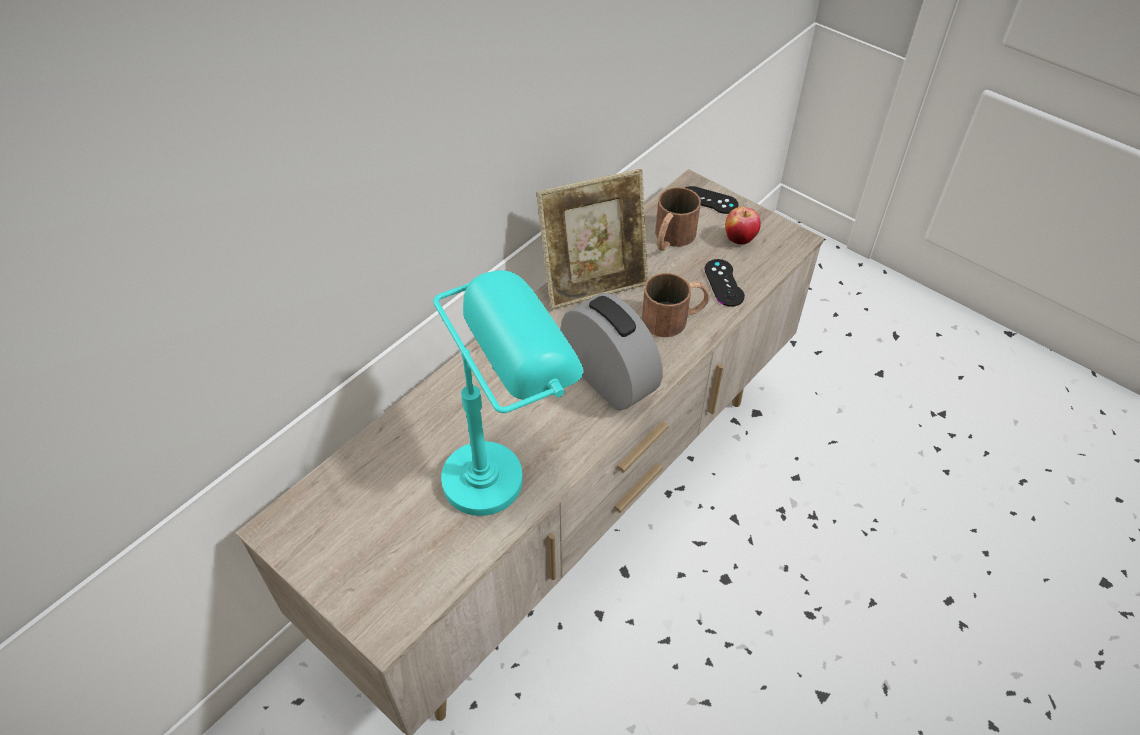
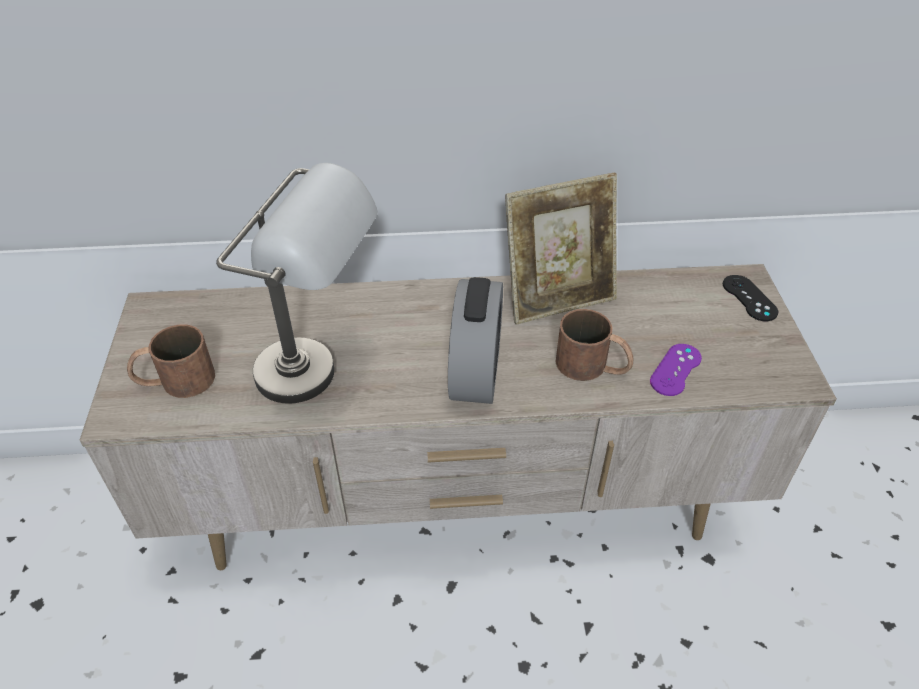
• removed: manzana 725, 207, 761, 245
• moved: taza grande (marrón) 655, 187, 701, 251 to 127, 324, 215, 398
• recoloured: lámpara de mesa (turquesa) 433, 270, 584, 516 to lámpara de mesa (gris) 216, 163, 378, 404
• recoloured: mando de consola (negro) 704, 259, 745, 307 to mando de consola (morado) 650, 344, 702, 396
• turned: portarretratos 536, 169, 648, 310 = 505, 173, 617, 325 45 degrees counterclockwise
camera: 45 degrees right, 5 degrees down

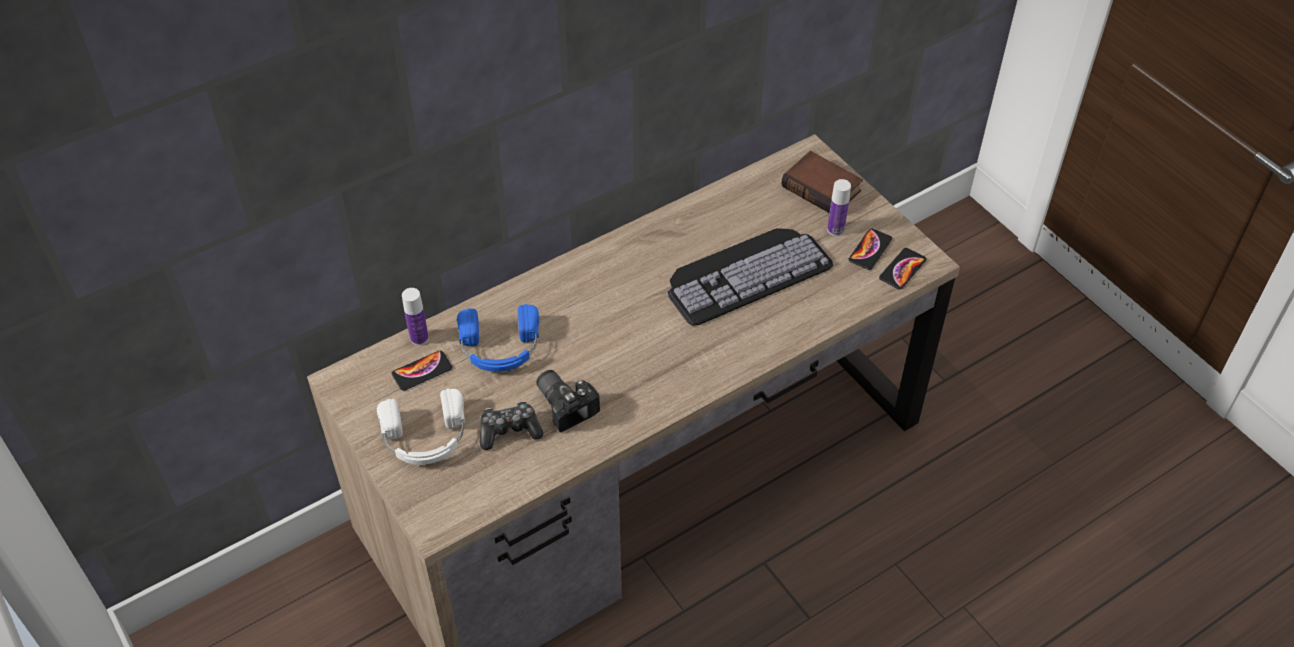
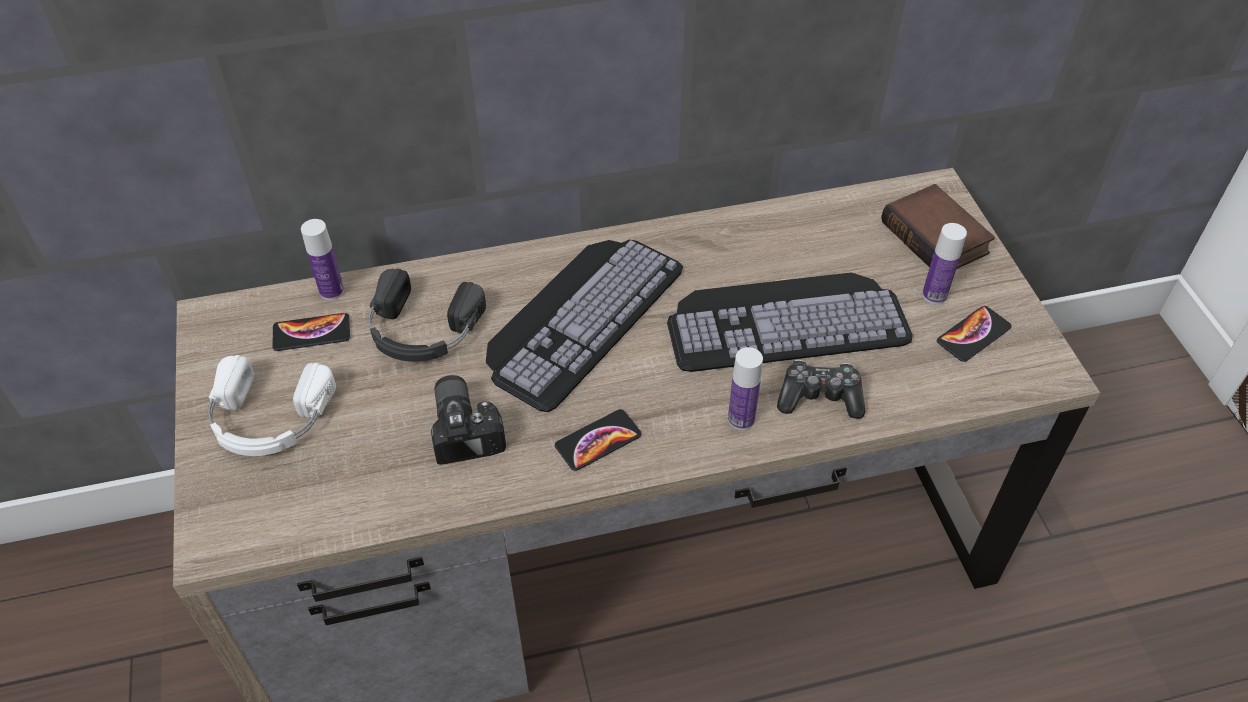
• added: teclado 486, 240, 683, 412
• added: botella 728, 347, 763, 430
• moved: mando de consola 480, 401, 543, 450 to 777, 360, 866, 419
• moved: móvil 879, 248, 926, 289 to 555, 409, 642, 471
• recoloured: auriculares (azul) 457, 304, 539, 372 to auriculares (negro) 368, 268, 486, 362
camera: 20 degrees right, 0 degrees up

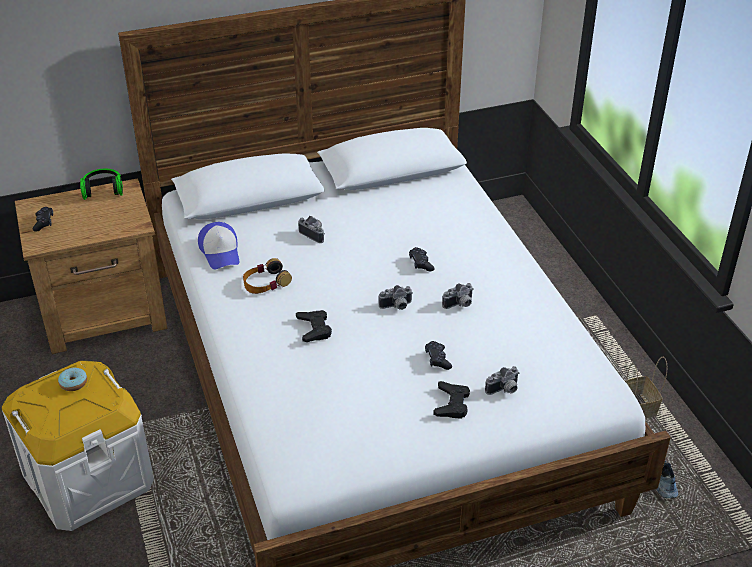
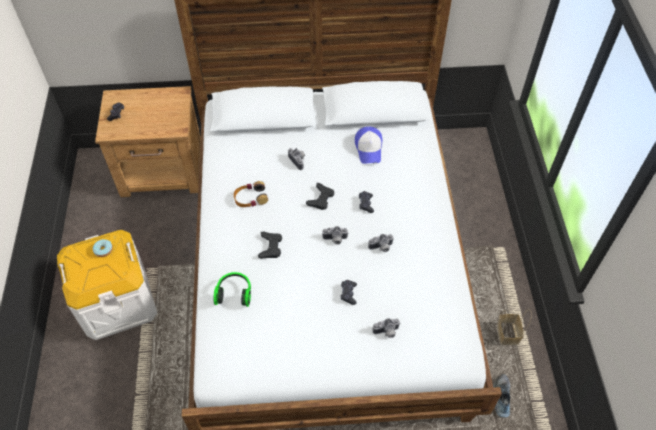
• moved: auriculares 80, 169, 123, 200 to 213, 272, 251, 307
• moved: gorra 198, 222, 239, 269 to 355, 126, 382, 164
• moved: mando de consola (negro) 433, 381, 470, 419 to 306, 183, 334, 210
camera: 15 degrees right, 15 degrees up

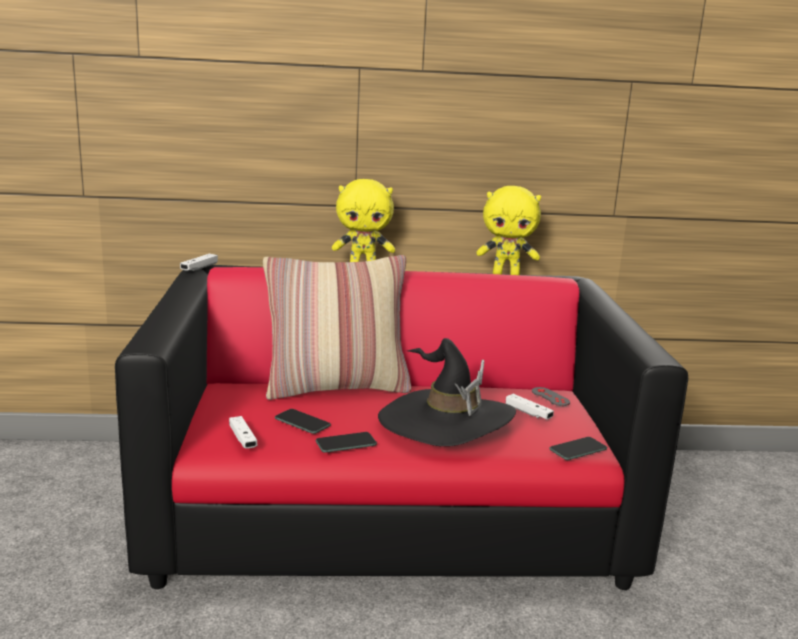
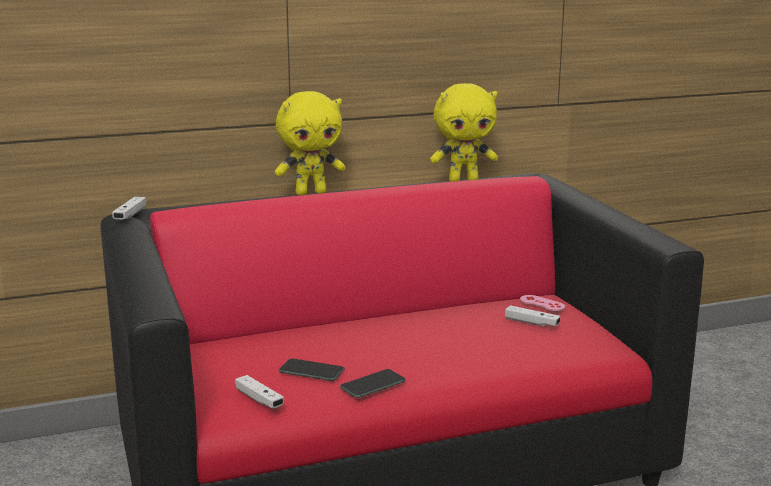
• removed: cojín 263, 255, 412, 400
• removed: sombrero (negro) 378, 338, 516, 446
• removed: móvil 549, 437, 607, 460
• recoloured: mando de consola (gris) 532, 387, 570, 406 to mando de consola (rosa) 520, 295, 565, 311
camera: 15 degrees left, 0 degrees up

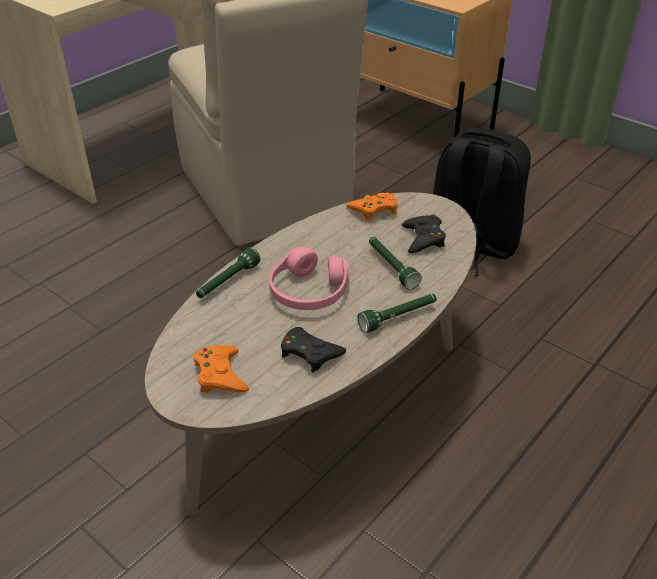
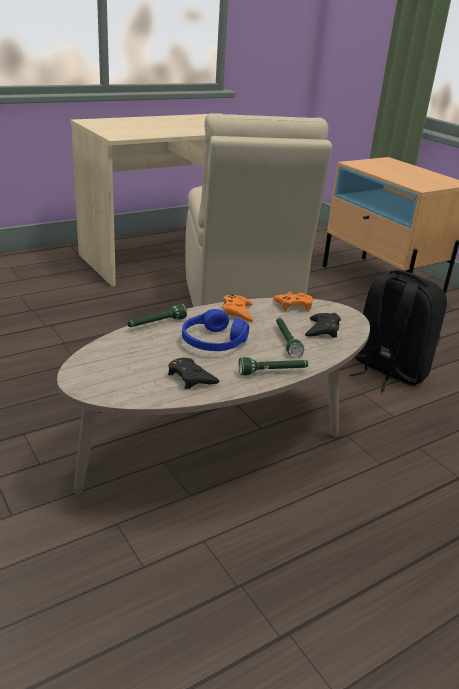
• moved: mando de consola (naranja) 193, 345, 249, 393 to 223, 294, 253, 321
• recoloured: auriculares (rosa) 269, 247, 349, 310 to auriculares (azul) 182, 309, 249, 351
camera: 15 degrees right, 10 degrees down

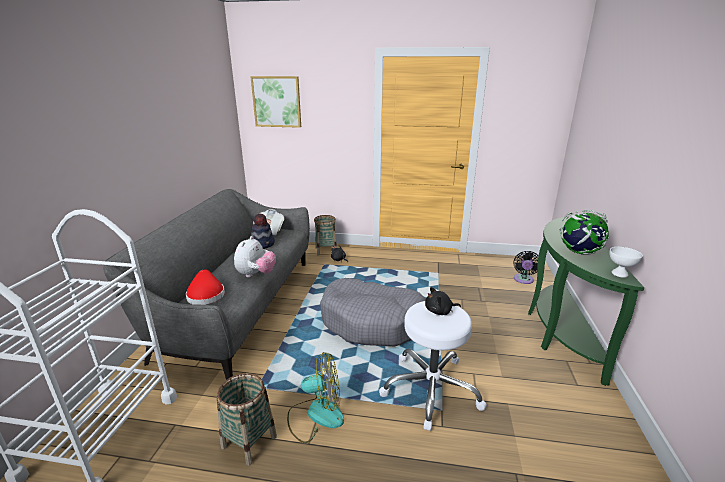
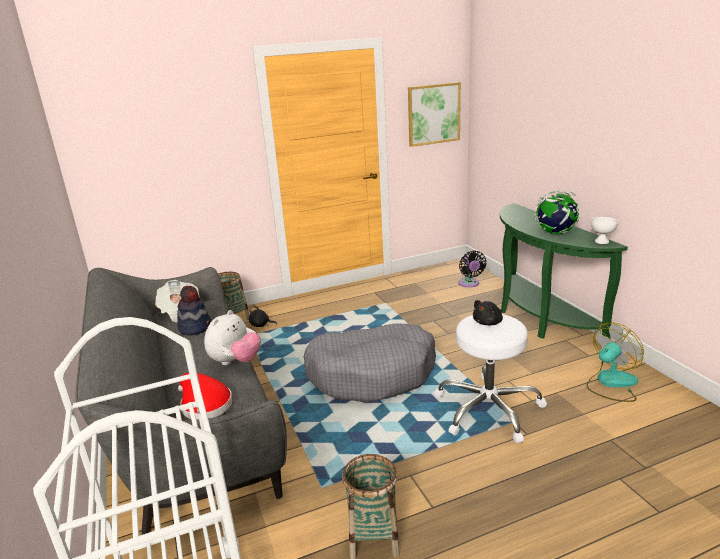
• moved: cuadro 250, 76, 301, 128 to 408, 82, 461, 147
• moved: ventilador 287, 352, 344, 443 to 587, 323, 644, 402
• turned: peluche 234, 236, 276, 277 = 204, 310, 261, 365 45 degrees clockwise
camera: 30 degrees left, 0 degrees up

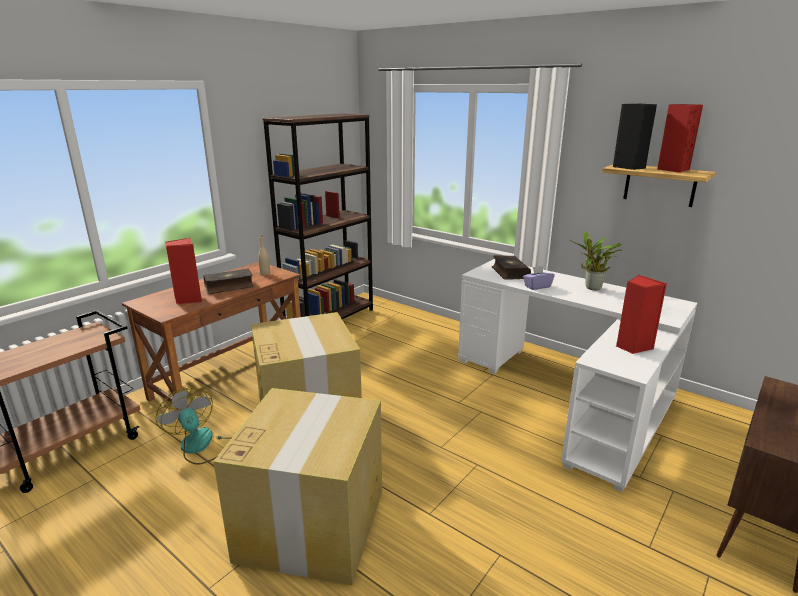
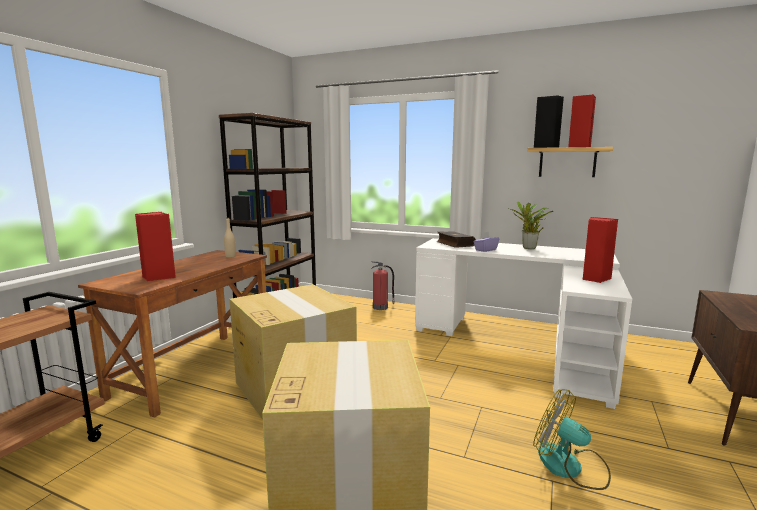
• removed: libro 203, 268, 254, 294
• added: extintor 371, 261, 395, 310
• moved: ventilador 156, 388, 232, 465 to 533, 389, 611, 490
camera: 15 degrees left, 10 degrees down

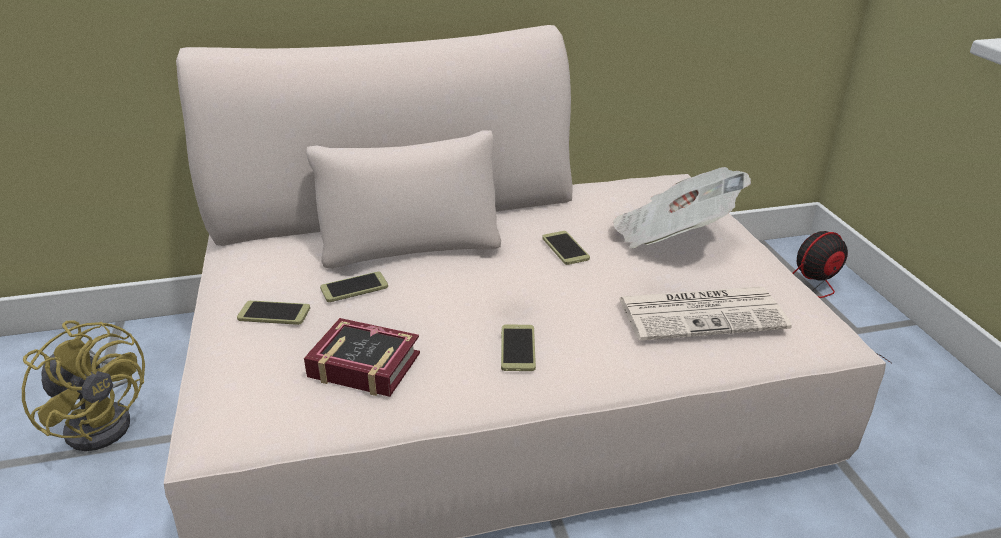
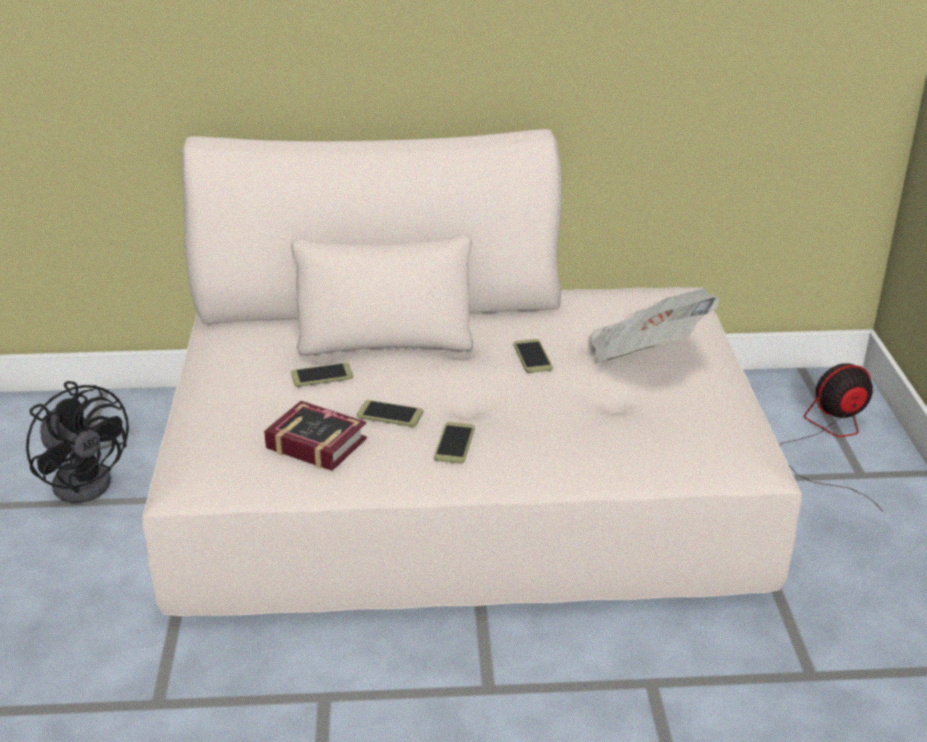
• removed: periódico 619, 286, 792, 341
• moved: móvil 237, 300, 310, 325 to 357, 400, 423, 427
• recoloured: ventilador (amarillo) 22, 320, 145, 451 to ventilador (negro) 26, 381, 129, 503
camera: 10 degrees right, 0 degrees up

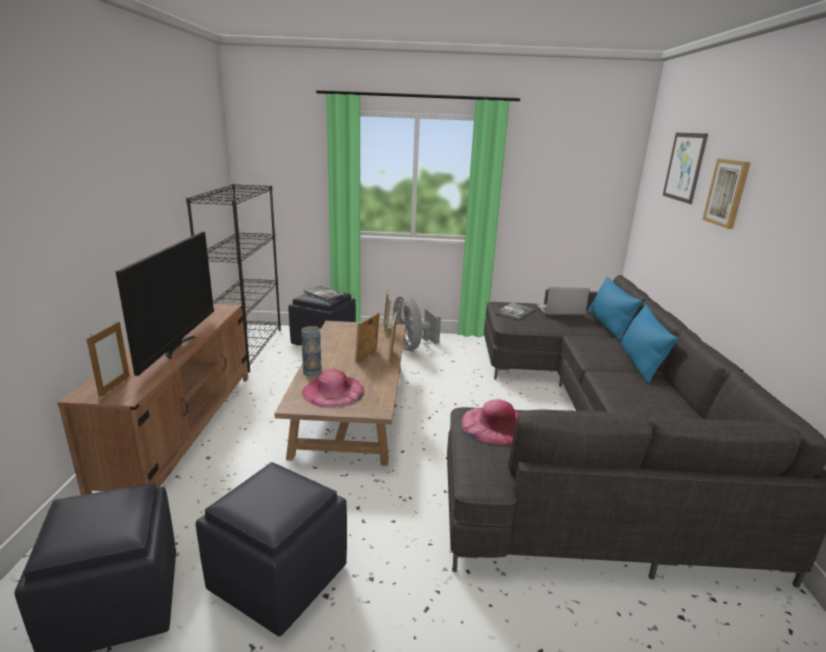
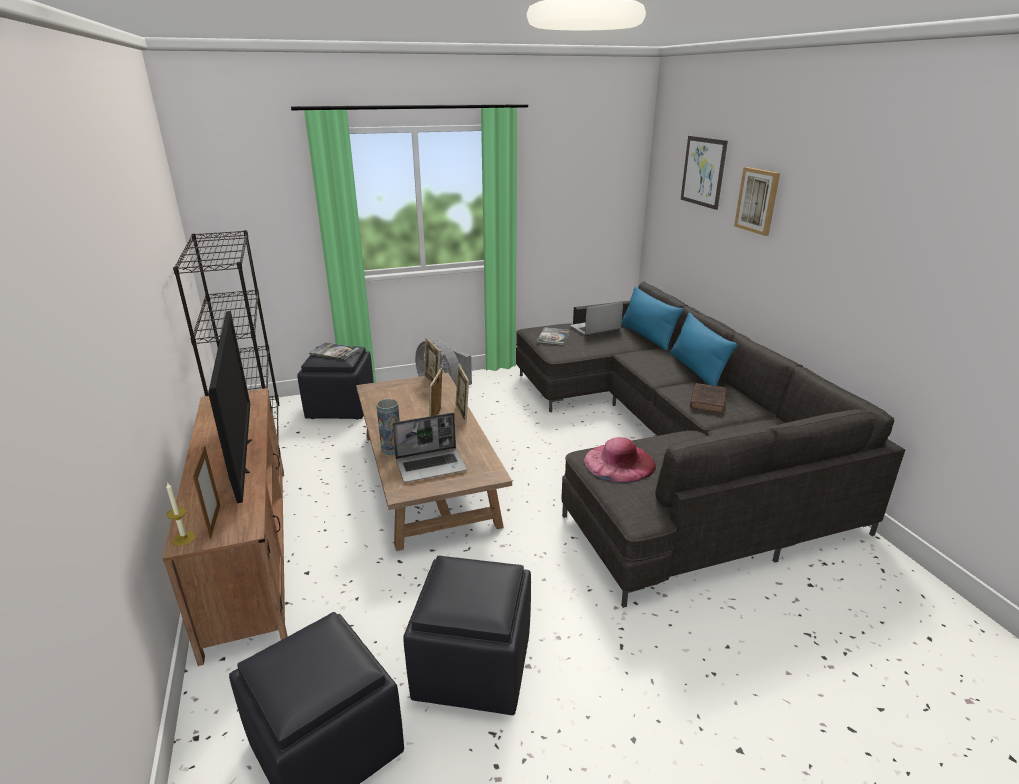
• added: vela 166, 482, 196, 546
• added: libro (marrón) 690, 383, 726, 413
• replaced: sombrero (rosa) 302, 369, 365, 408 to portátil 392, 413, 467, 482
camera: 20 degrees left, 5 degrees up

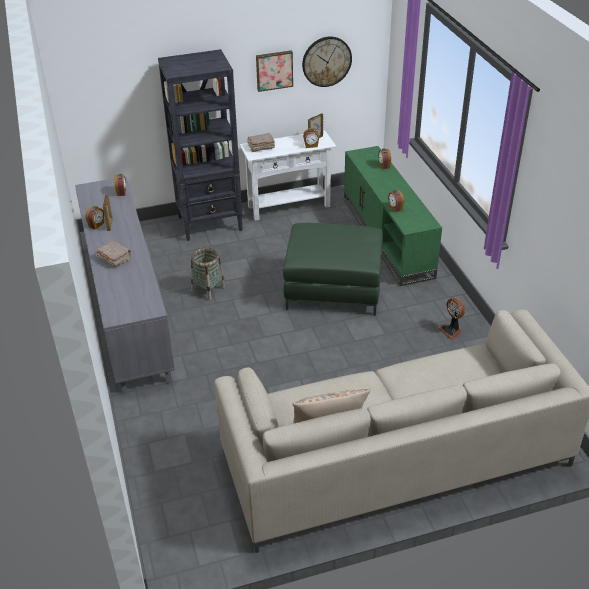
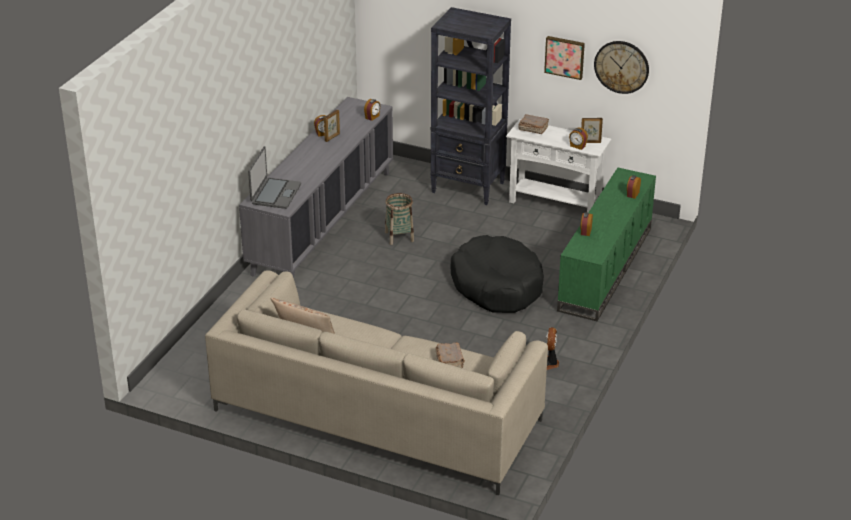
• added: portátil 248, 146, 301, 209
• moved: libro (marrón) 96, 241, 131, 267 to 435, 342, 465, 368
• replaced: puf (verde) 283, 223, 383, 316 to cama para perro (negro) 451, 235, 544, 313
camera: 40 degrees right, 5 degrees down

